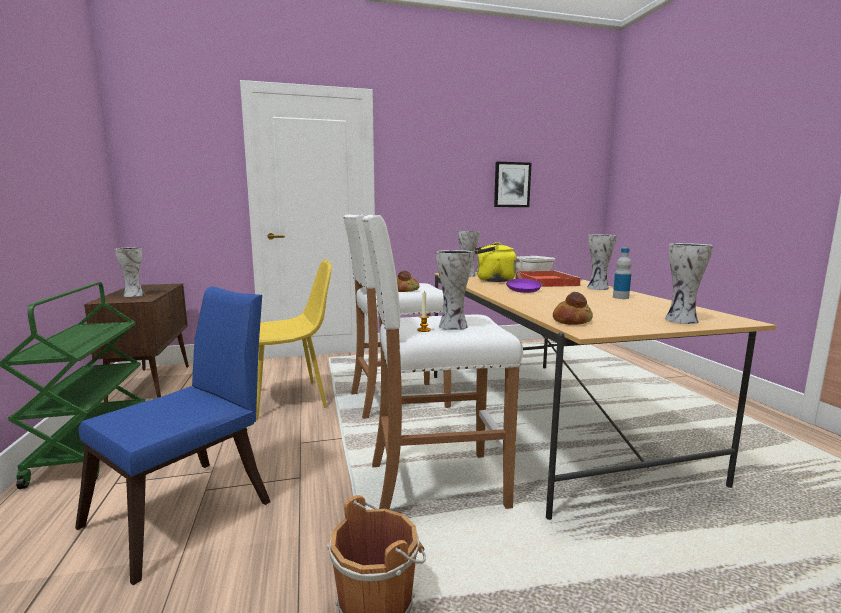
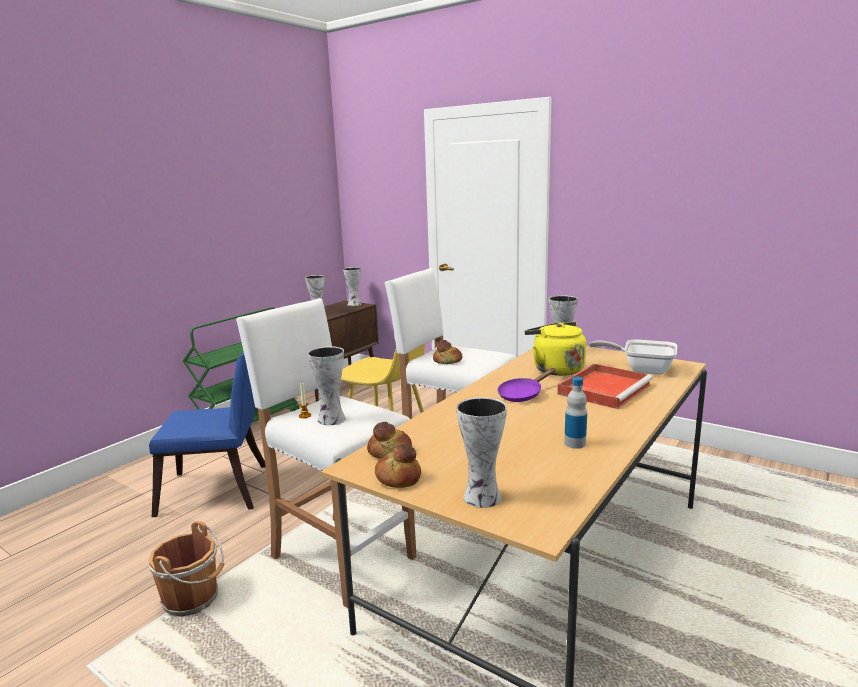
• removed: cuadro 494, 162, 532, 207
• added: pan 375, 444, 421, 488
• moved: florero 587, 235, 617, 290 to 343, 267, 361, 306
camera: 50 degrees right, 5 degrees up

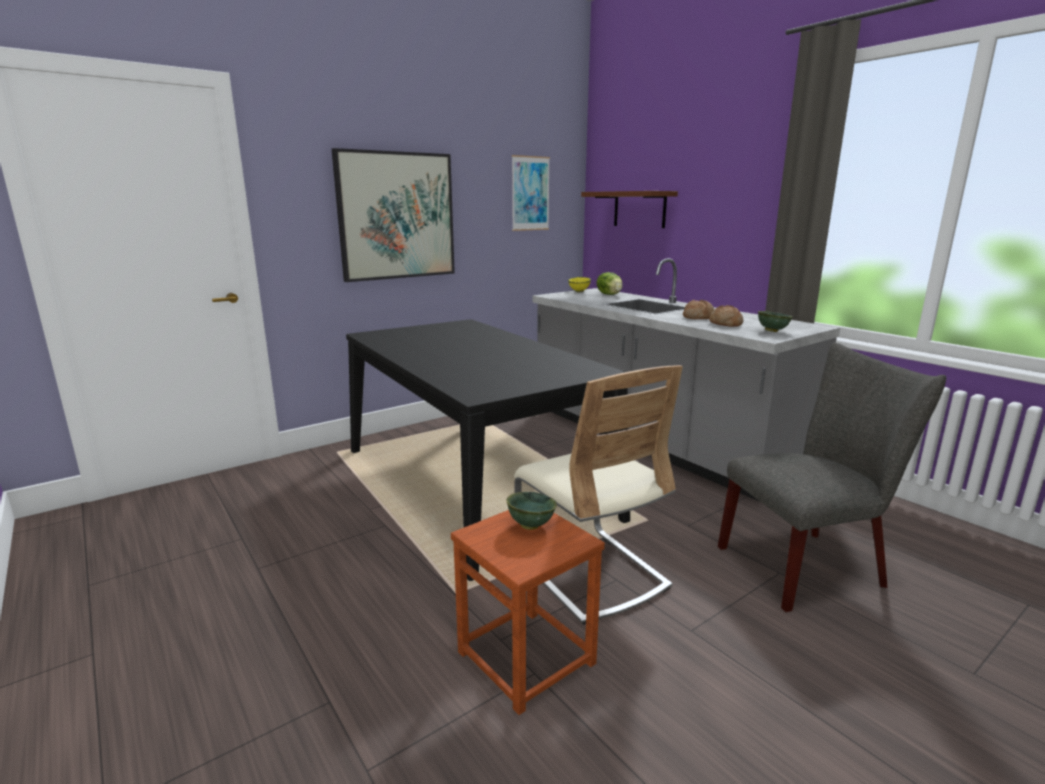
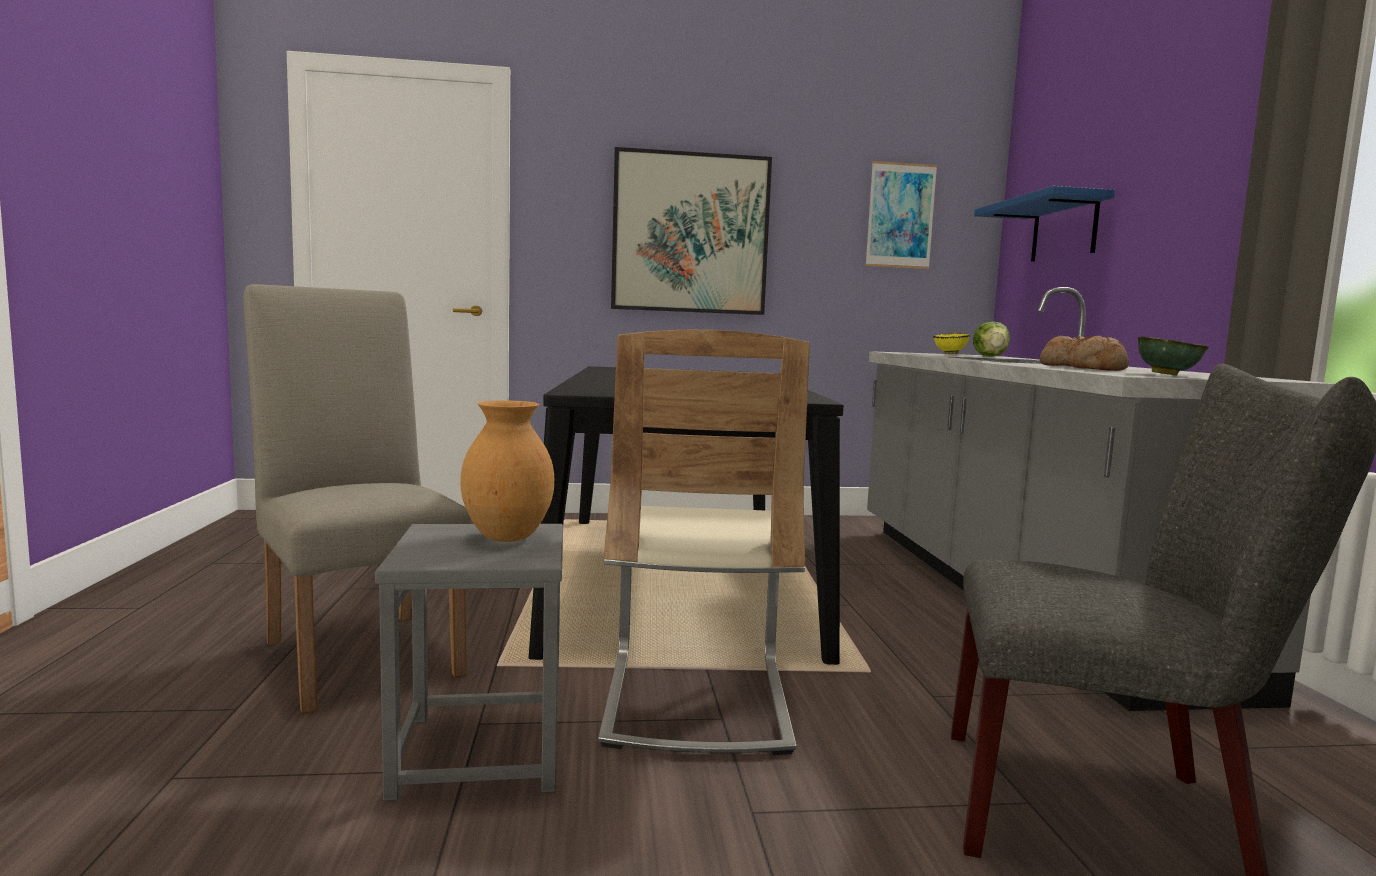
• added: silla (beis) 243, 284, 472, 714
• replaced: cuenco (verde) 506, 492, 557, 530 to florero (marrón) 460, 400, 554, 542
• recoloured: taburete (marrón) 451, 510, 605, 715 to taburete (gris) 375, 524, 563, 801
• recoloured: estante (marrón) 581, 191, 678, 228 to estante (azul) 974, 186, 1115, 262
camera: 30 degrees right, 10 degrees down

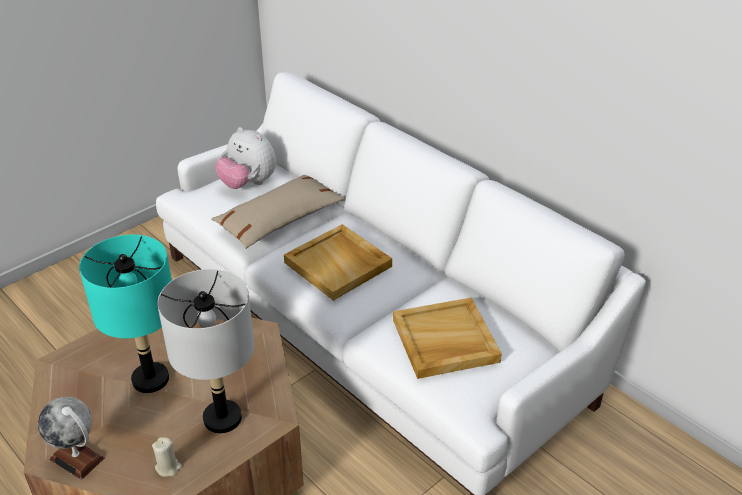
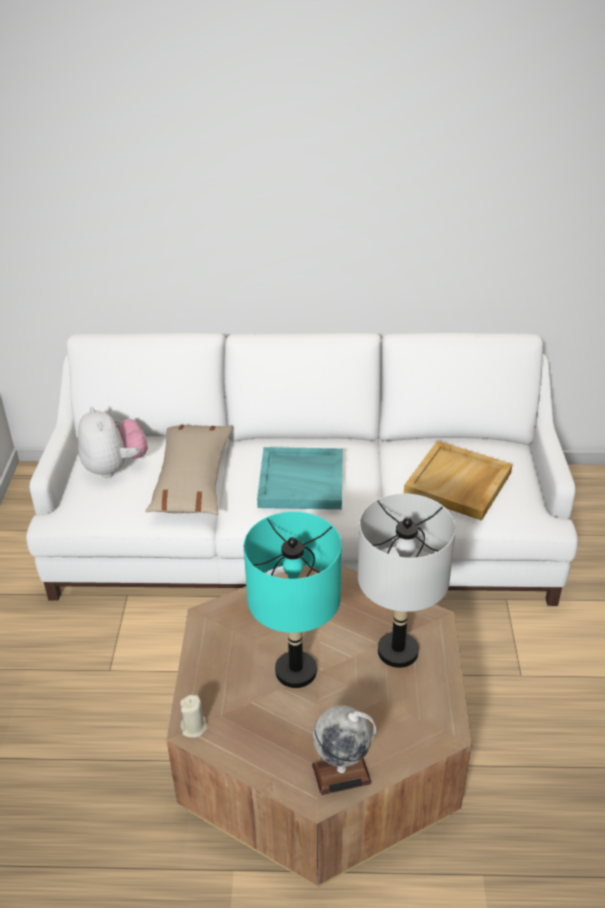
• moved: vela (beis) 152, 437, 182, 477 to 180, 695, 208, 738
• recoloured: bandeja (beis) 284, 224, 392, 301 to bandeja (turquesa) 257, 447, 343, 510
• turned: peluche 215, 127, 276, 189 = 78, 407, 148, 478 105 degrees counterclockwise
camera: 45 degrees left, 0 degrees up

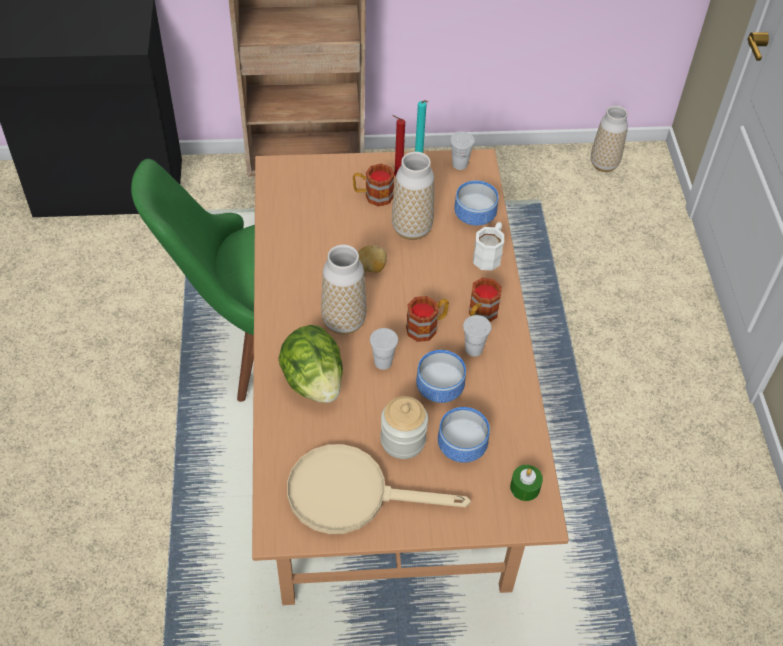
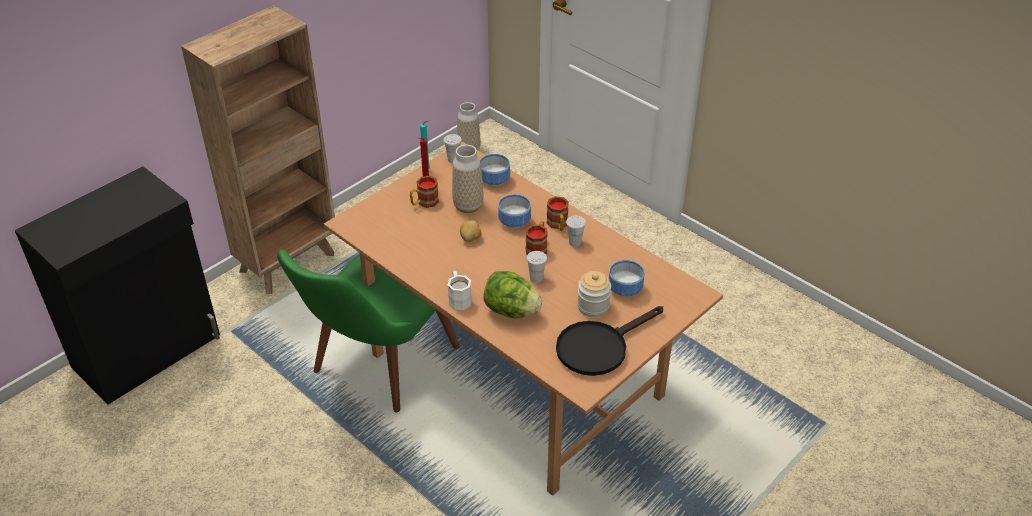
• removed: florero 321, 245, 366, 335
• removed: vela (verde) 510, 465, 543, 501
• moved: cuenco 416, 350, 466, 403 to 498, 194, 531, 228
• moved: taza grande (blanco) 473, 222, 504, 271 to 448, 271, 472, 310
• recoloured: sartén (beis) 287, 444, 471, 534 to sartén (negro) 556, 306, 663, 376
camera: 40 degrees left, 10 degrees down

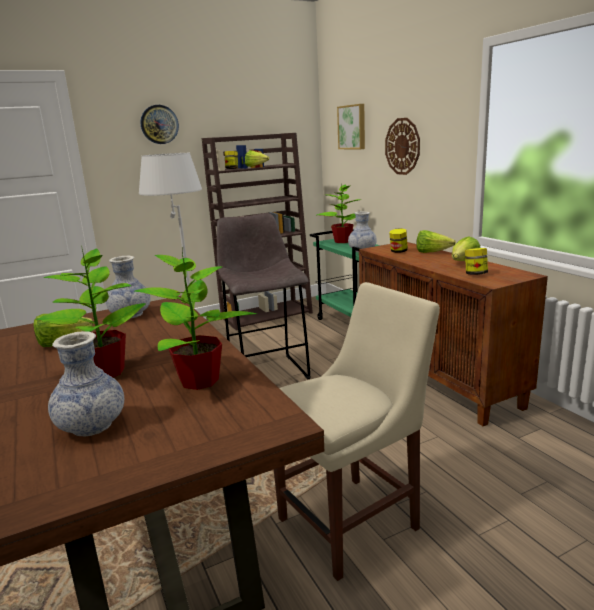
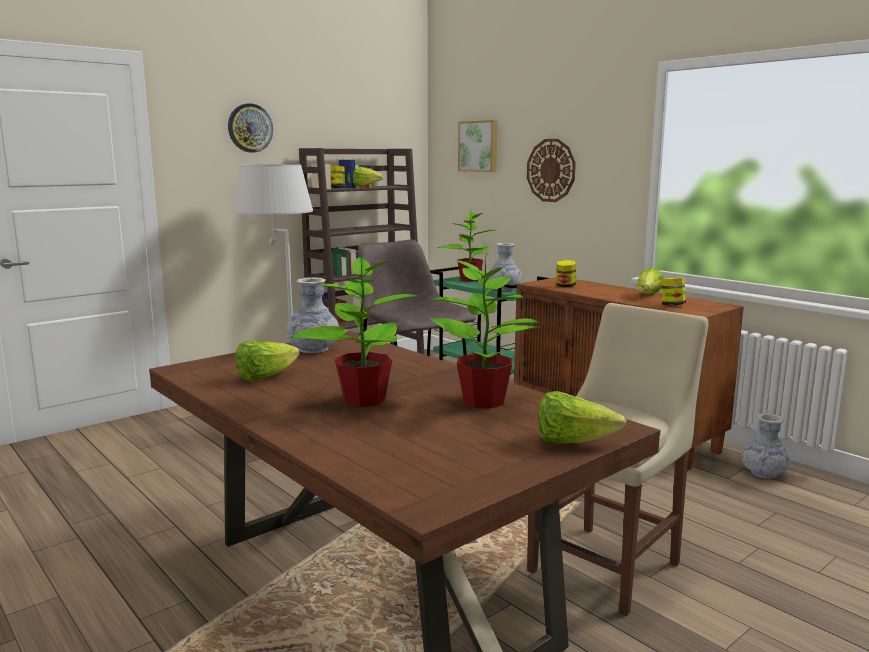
• moved: florero 48, 331, 124, 436 to 742, 413, 790, 478
• moved: lechuga 417, 230, 456, 253 to 538, 391, 627, 444
camera: 15 degrees left, 5 degrees down

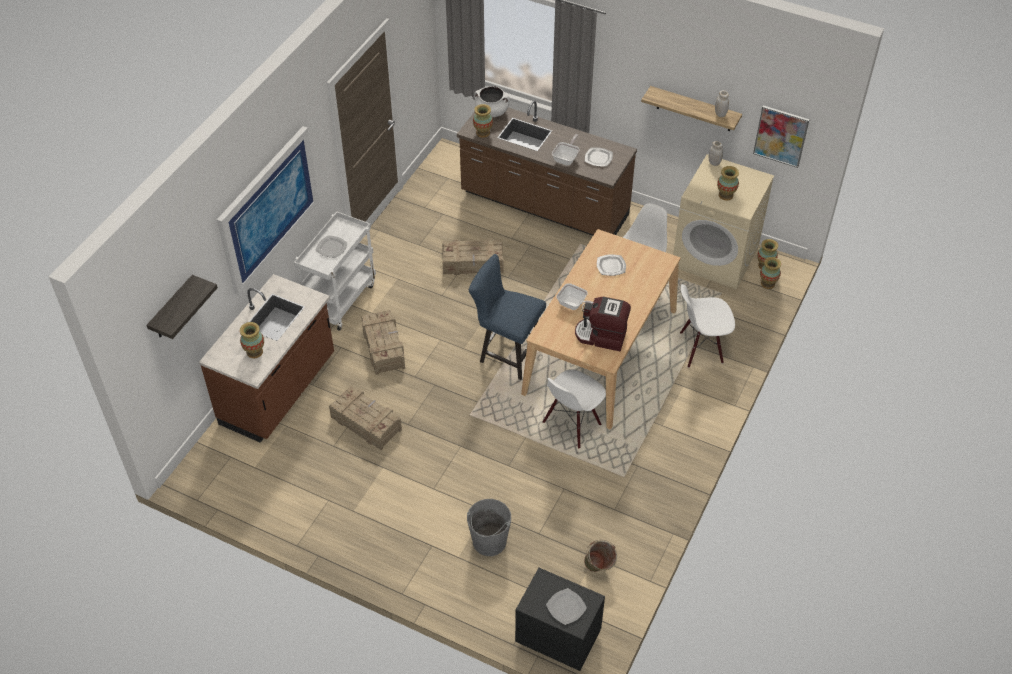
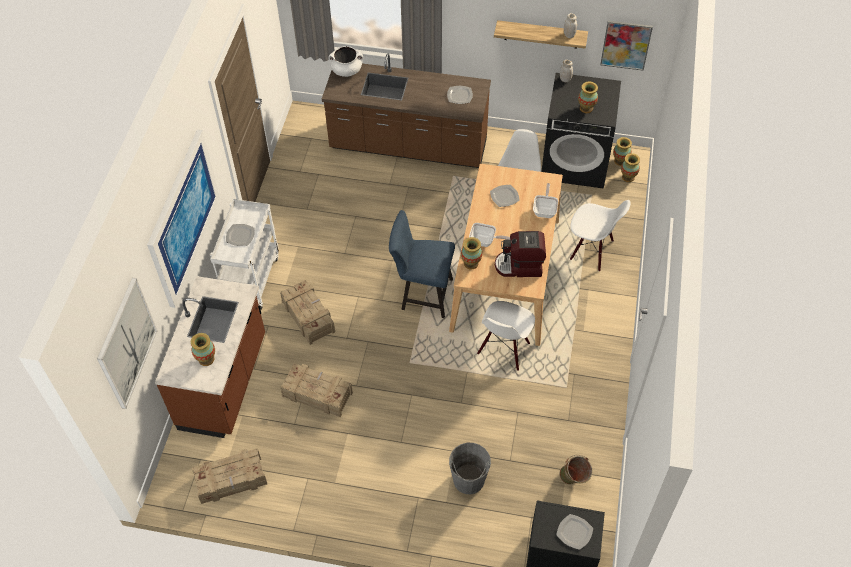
• moved: caja de embalaje 442, 238, 504, 275 to 192, 448, 267, 504
• moved: florero 473, 104, 493, 138 to 461, 237, 482, 269
• moved: sartén 552, 134, 580, 165 to 533, 183, 558, 218
• replaced: estante 146, 275, 218, 339 to cuadro 97, 278, 157, 409
• recoloured: lavadora (beis) 673, 154, 774, 289 to lavadora (negro) 541, 73, 621, 189
• turned: silla (blanco) 680, 284, 735, 368 = 570, 200, 631, 272 135 degrees counterclockwise
camera: 15 degrees left, 5 degrees up

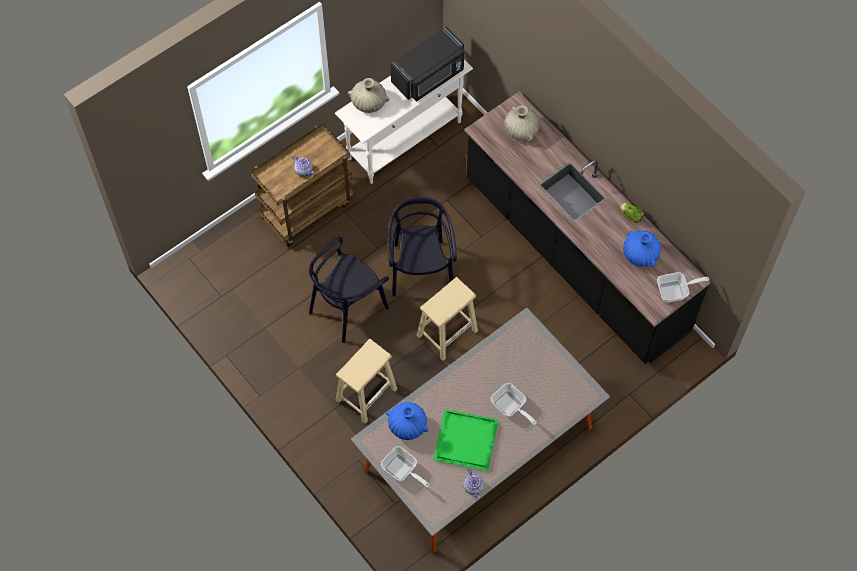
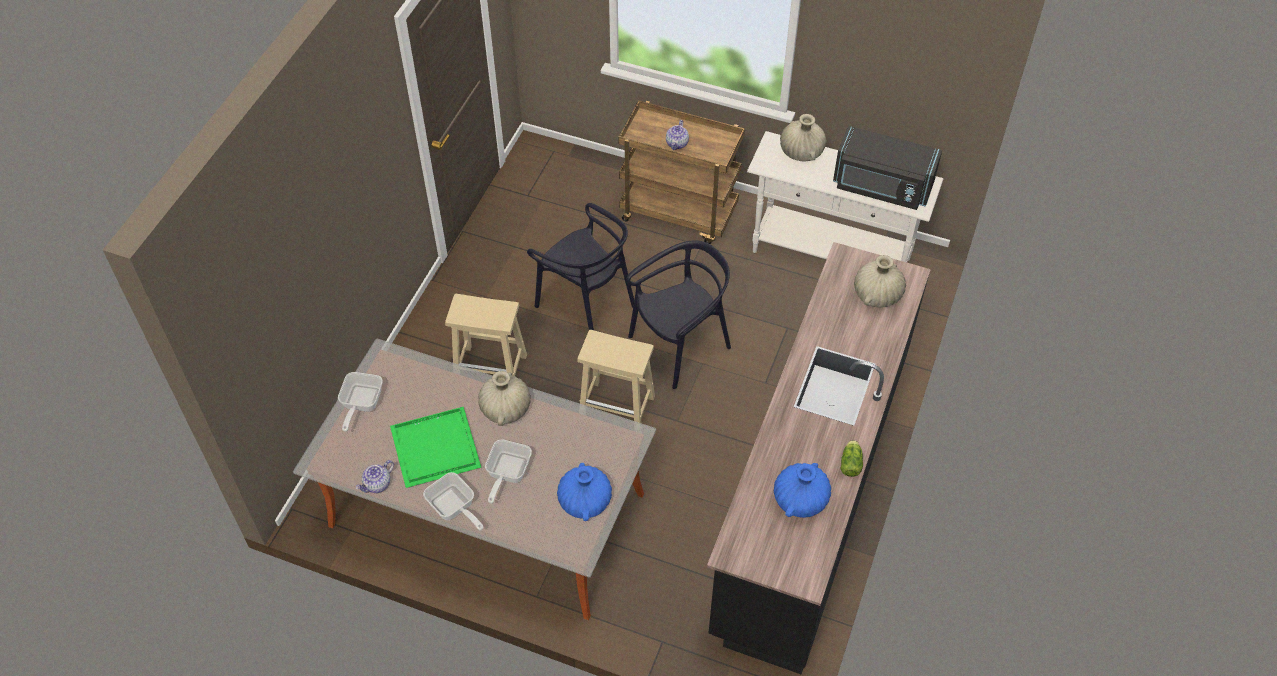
• added: florero (beis) 478, 371, 531, 426
• moved: florero (azul) 386, 402, 429, 440 to 557, 463, 612, 521
• moved: sartén 657, 272, 709, 302 to 423, 472, 483, 530
• turned: silla (negro) 309, 237, 389, 343 = 527, 203, 634, 330 150 degrees counterclockwise
camera: 60 degrees right, 10 degrees down

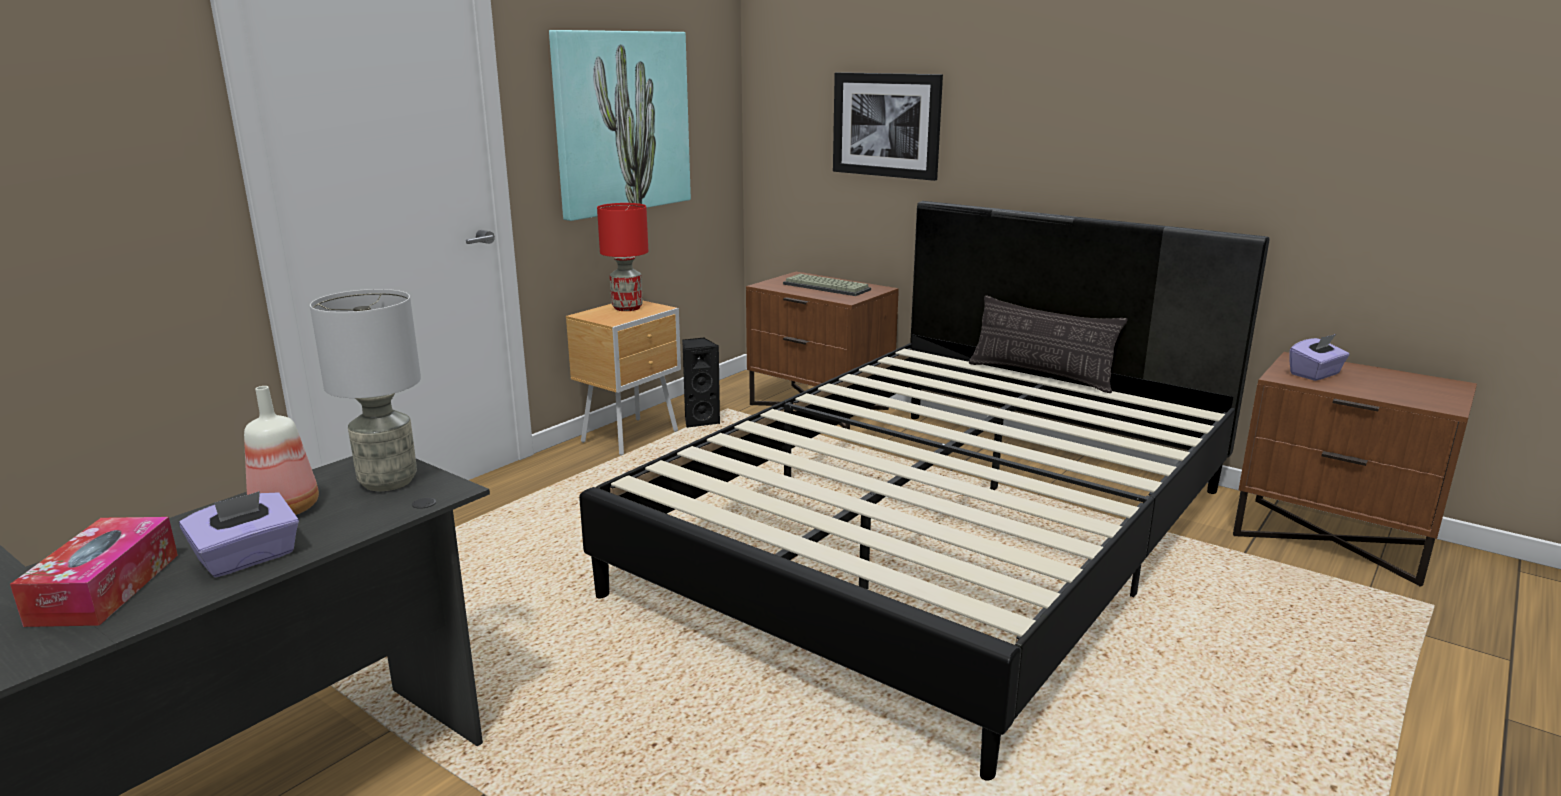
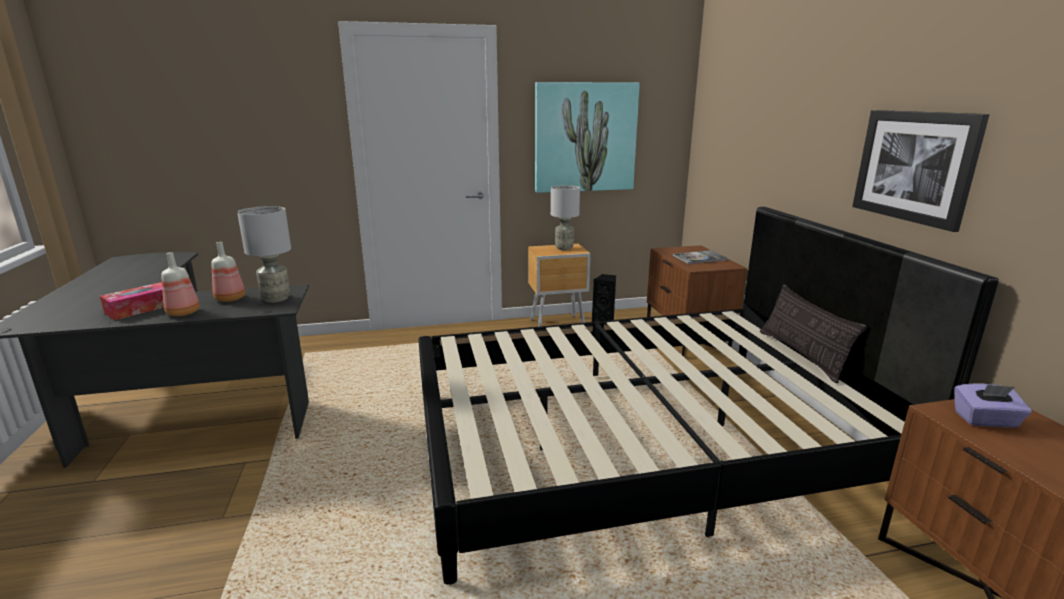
• moved: cuadro 833, 72, 943, 181 to 852, 110, 989, 232
• replaced: caja de pañuelos (morado) 179, 491, 299, 578 to botella 161, 252, 200, 316
• replaced: teclado 783, 274, 871, 296 to libro 673, 250, 727, 264
• recoloured: lámpara de mesa (rojo) 597, 203, 648, 311 to lámpara de mesa (gris) 551, 185, 580, 250
camera: 40 degrees right, 0 degrees up

